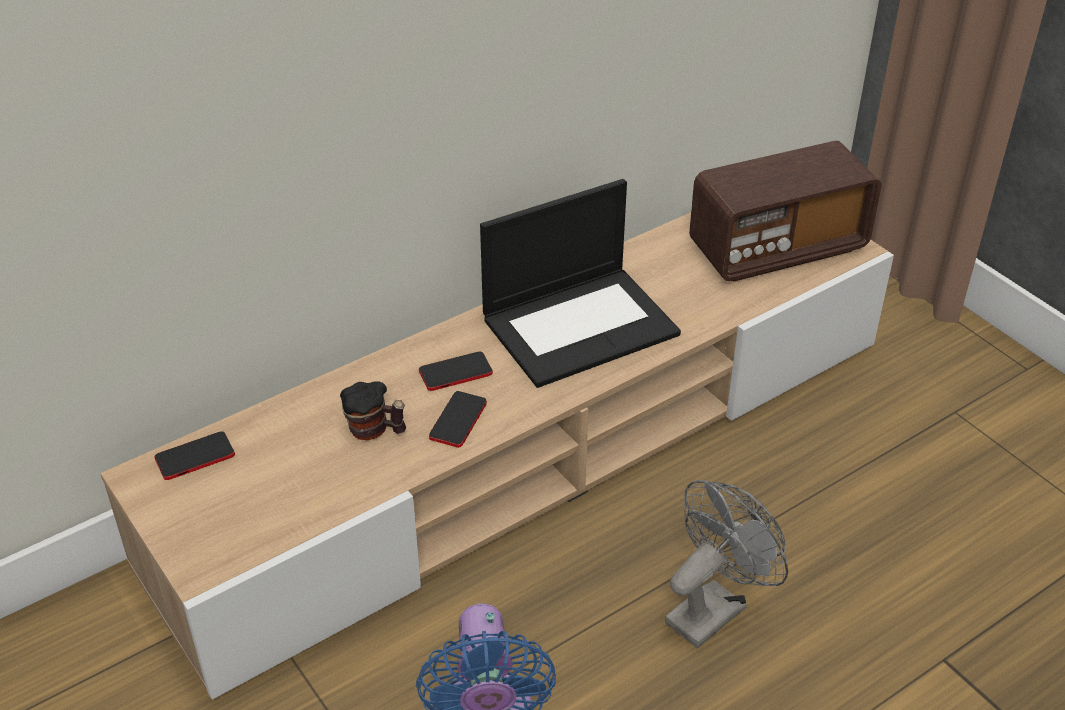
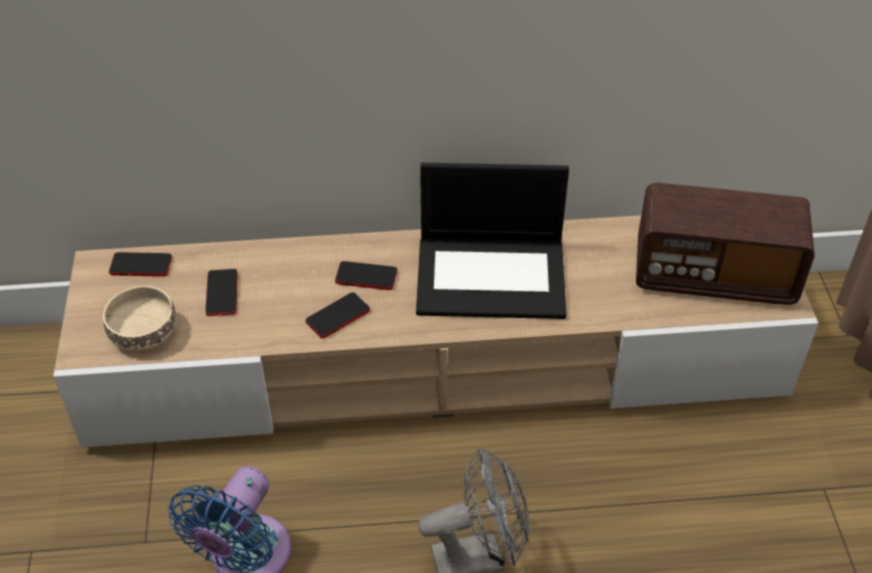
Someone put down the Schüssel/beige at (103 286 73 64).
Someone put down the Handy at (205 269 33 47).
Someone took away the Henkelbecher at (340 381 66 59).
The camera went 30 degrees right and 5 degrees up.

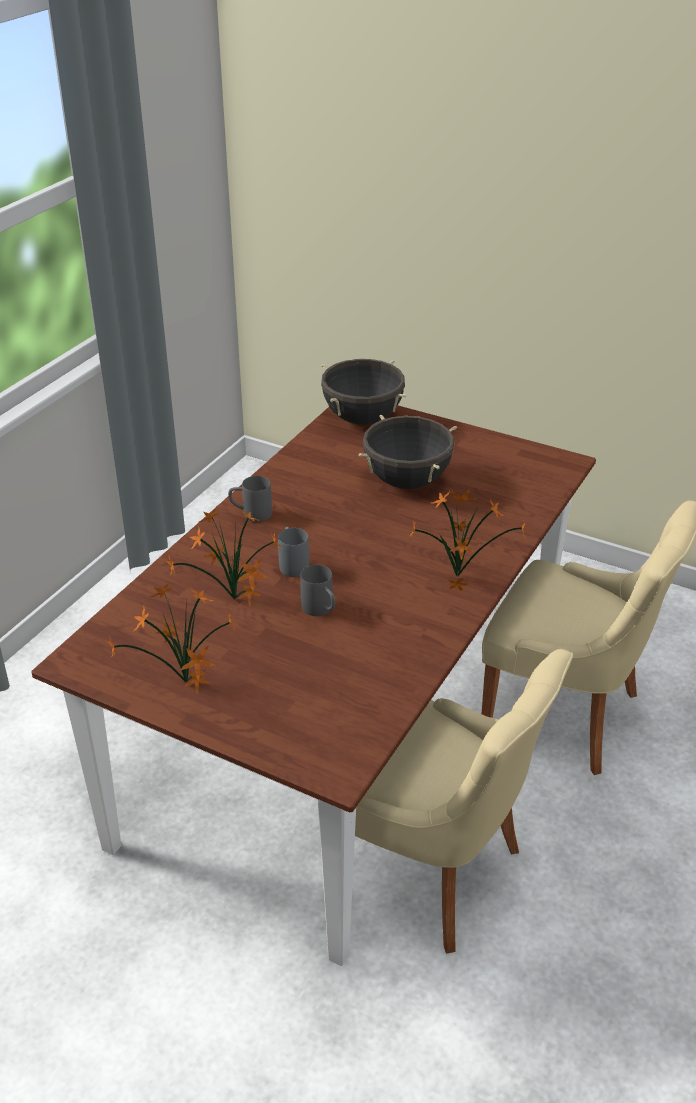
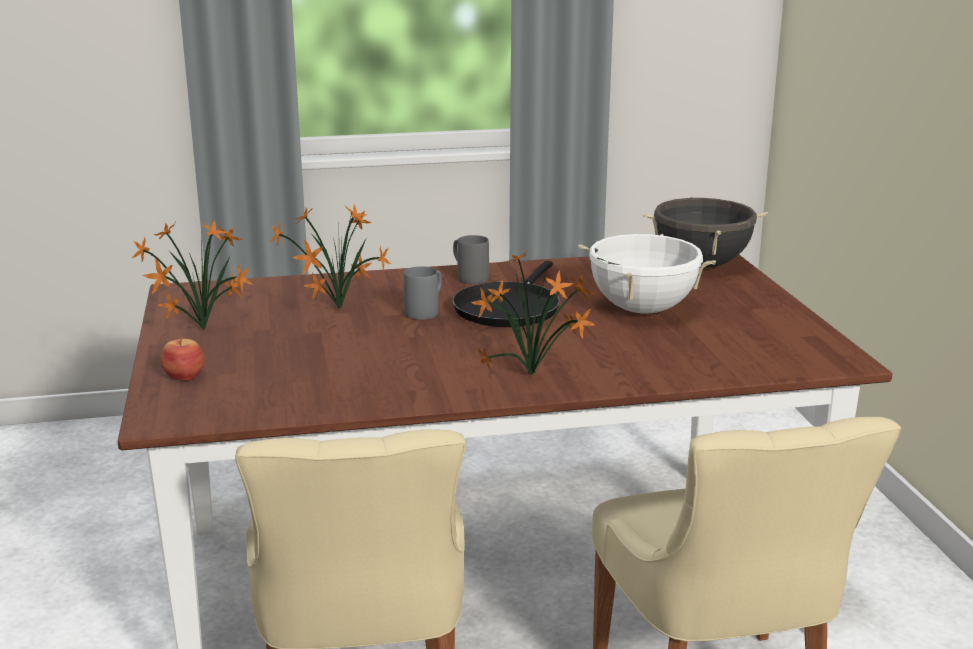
Someone put down the Apfel at (161 338 43 43).
Someone put down the Pfanne/schwarz at (452 261 108 66).
Someone repainted the Kochtopf/schwarz at (358 415 99 74), which became the Kochtopf/weiß at (578 234 138 80).
Someone took away the Henkelbecher/grau at (300 565 35 51).
The camera went 50 degrees right and 15 degrees down.

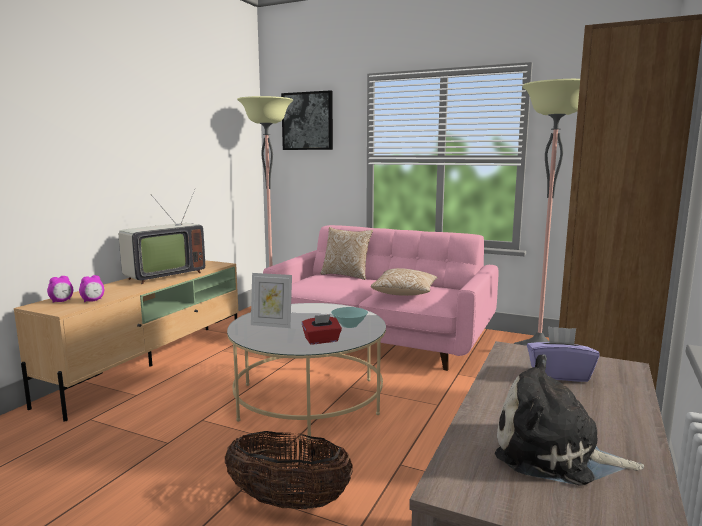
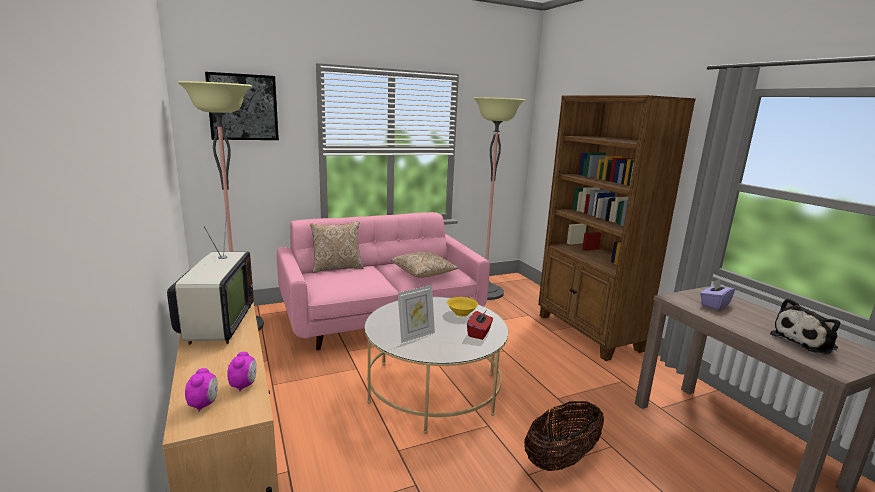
Someone repainted the Schüssel/türkis at (331 307 37 21), which became the Schüssel/gelb at (447 297 31 20).
The camera went 50 degrees left and 5 degrees up.

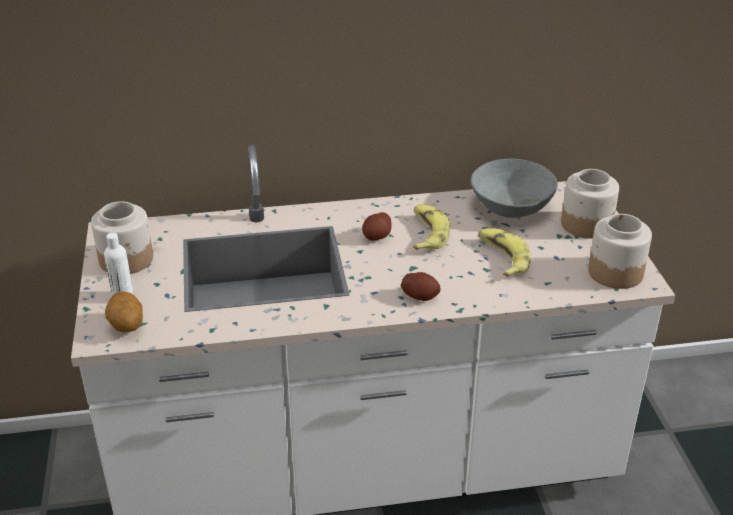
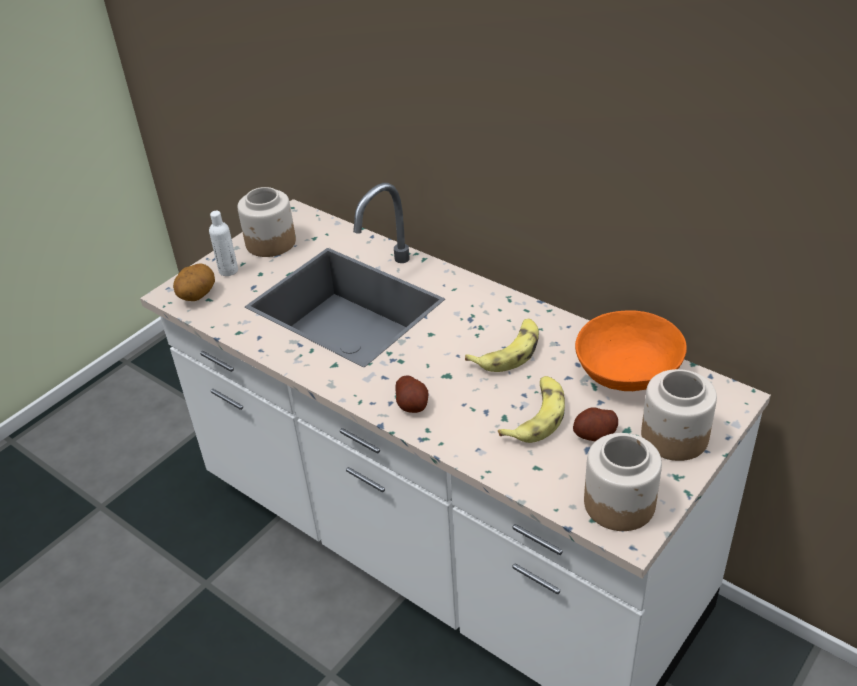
Someone carried the Kartoffel from (362 212 30 29) to (573 407 45 34).
Someone repainted the Schüssel/grau at (471 159 87 59), which became the Schüssel/orange at (575 310 112 81).
The camera went 50 degrees right and 5 degrees up.

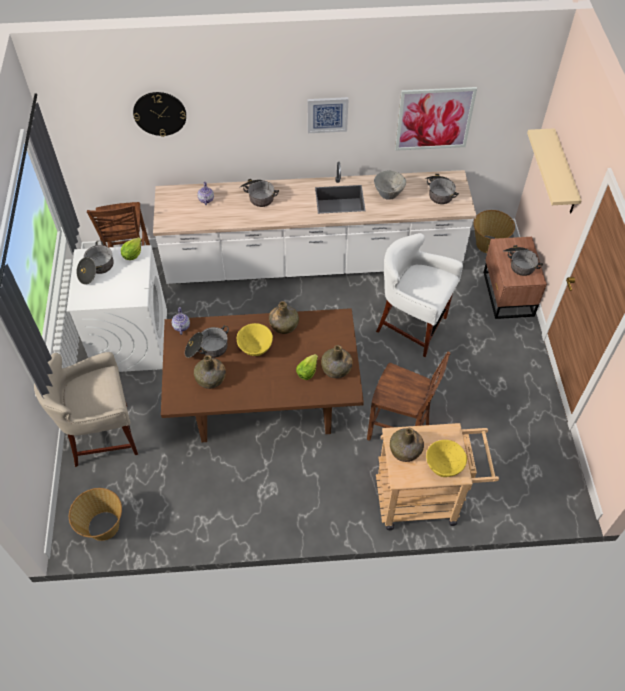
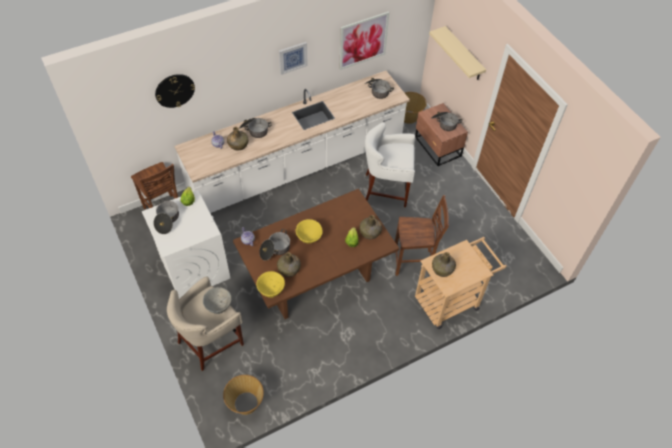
Someone carried the Schüssel/grau from (374 170 32 30) to (203 287 29 27).
Someone carried the Flasche/grün from (269 301 30 33) to (227 127 21 24).
Someone carried the Schüssel/gelb from (426 440 41 37) to (256 271 29 27).
The camera went 25 degrees left and 0 degrees up.

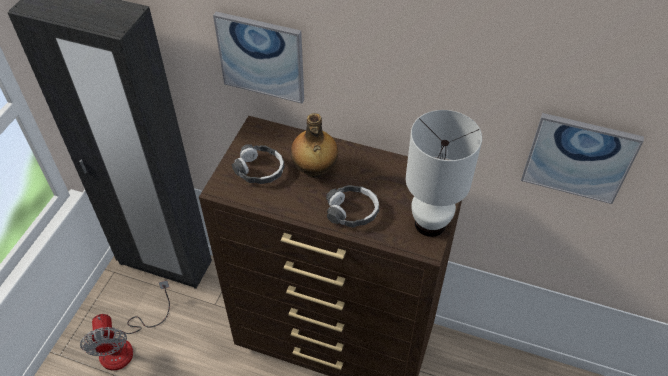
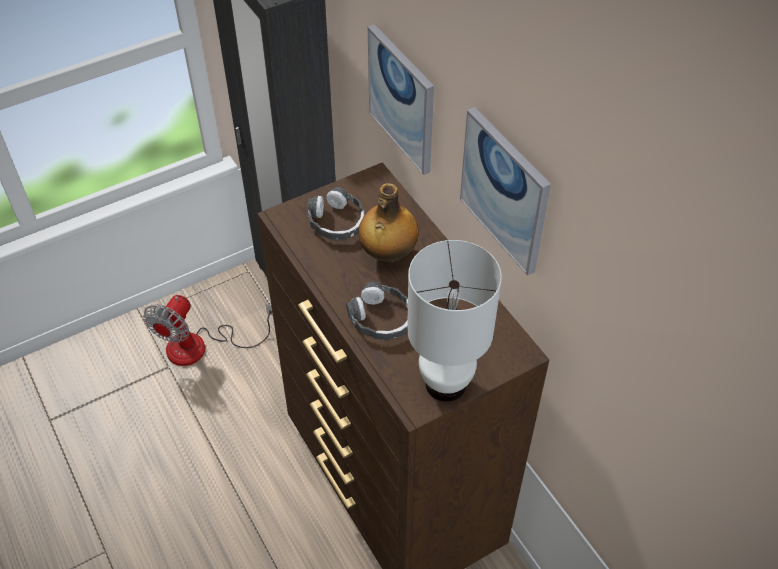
Someone carried the Bild from (521 113 123 91) to (460 107 91 169).
The camera went 40 degrees right and 0 degrees up.

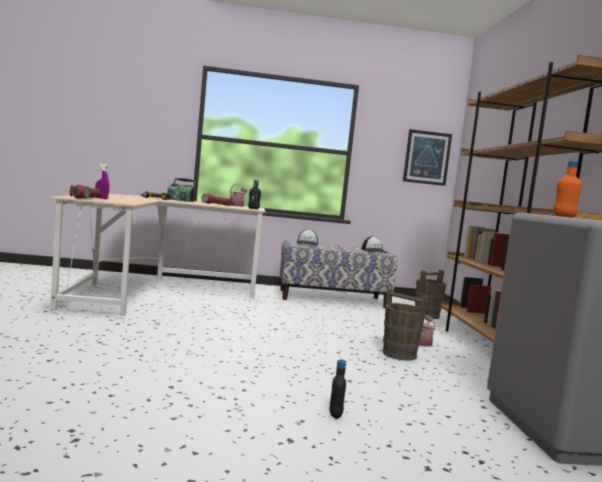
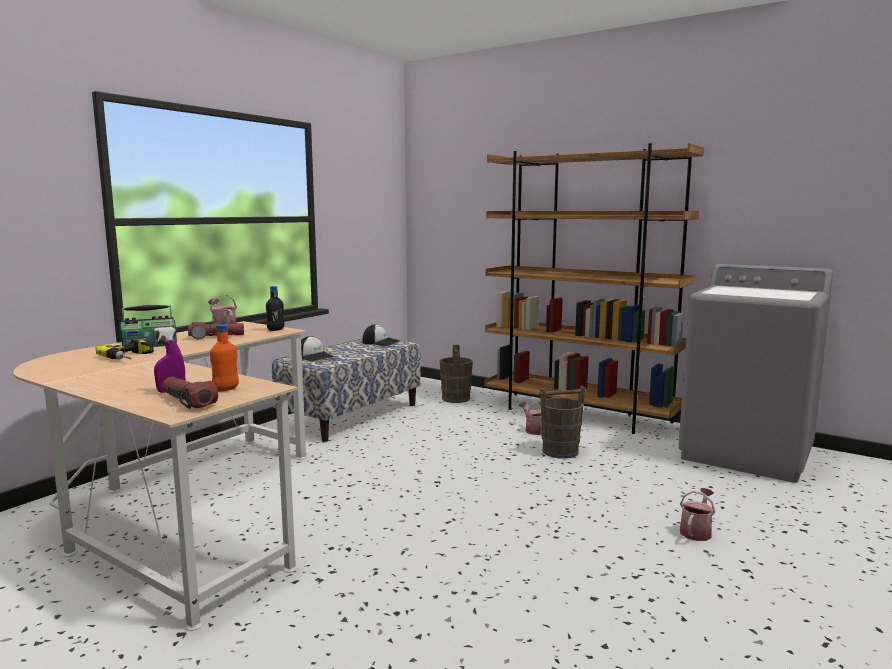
Someone carried the Flasche/orange from (553 161 29 57) to (210 324 29 68).
Someone swapped the Flasche/schwarz at (330 360 16 59) for the Gießkanne at (680 488 35 53).
Someone took away the Bild at (403 129 49 57).
The camera went 50 degrees left and 5 degrees up.

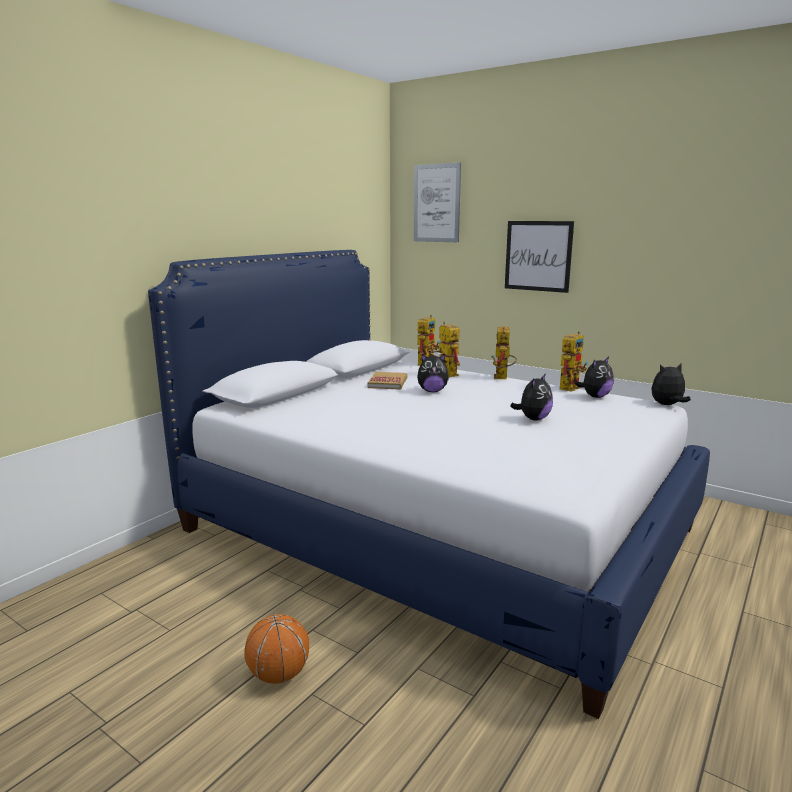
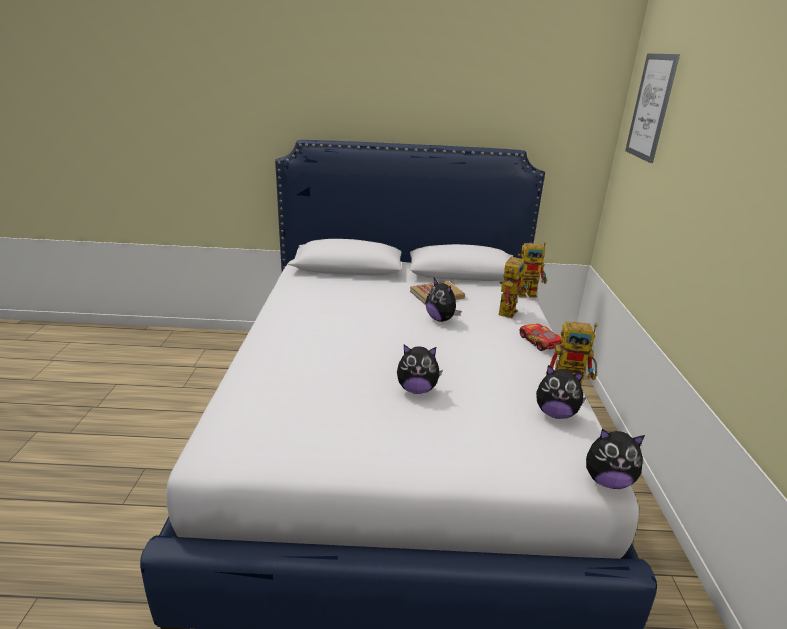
Someone swapped the Spielzeugroboter at (491 327 26 52) for the Spielzeugauto at (520 324 42 27).
Someone rotated the Plüschtier at (651 364 40 41) by 150 degrees clockwise.
Someone took away the Basketball at (244 614 65 70).
Someone took away the Bild at (505 221 69 72).
The camera went 55 degrees right and 10 degrees up.

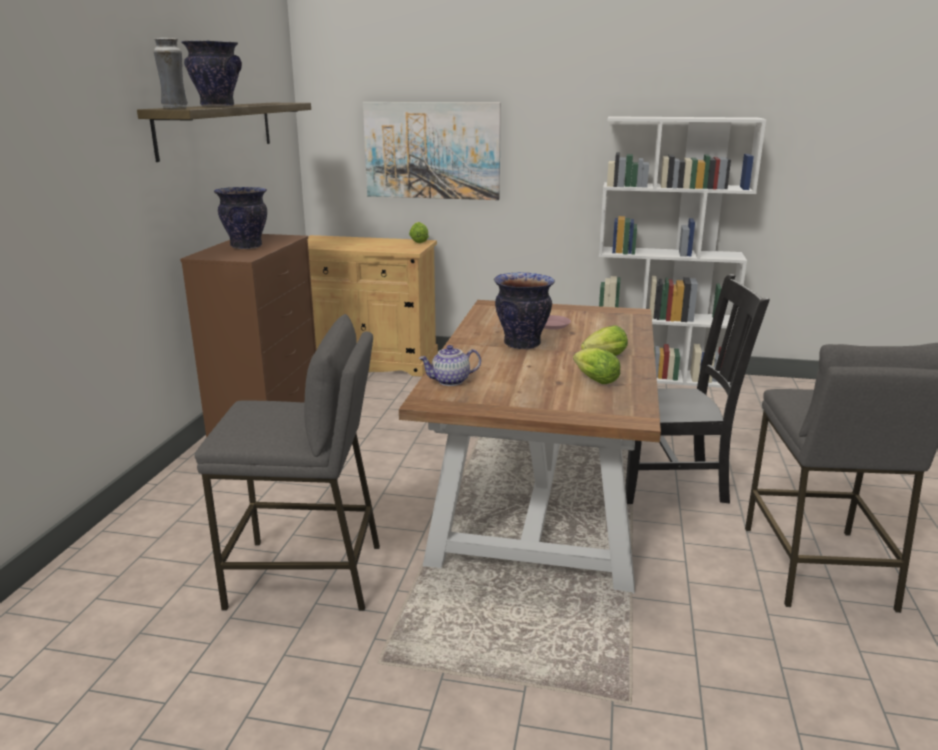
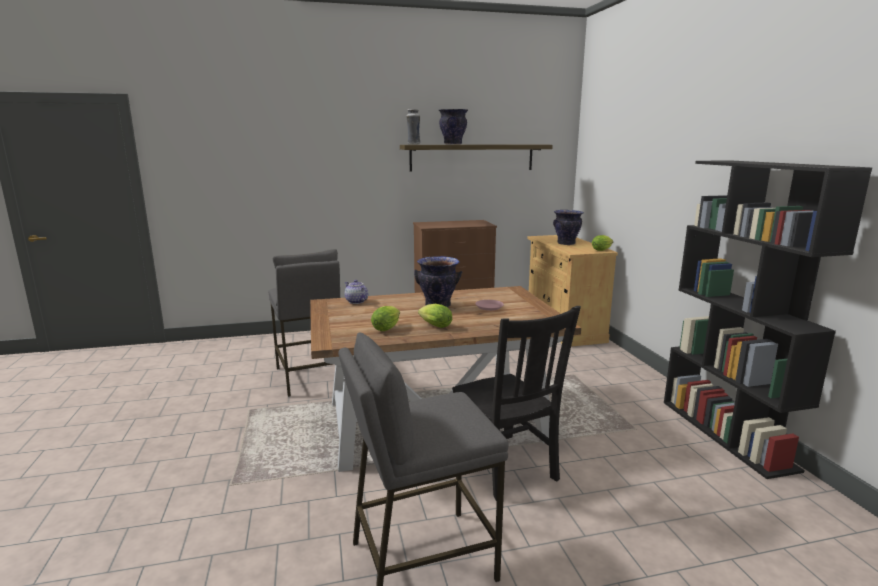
Someone carried the Vase from (214 187 53 62) to (553 210 31 35).
Someone repainted the Bücherregal/weiß at (599 116 167 272), which became the Bücherregal/schwarz at (664 160 208 319).
Someone took away the Bild at (363 102 138 98).
The camera went 65 degrees right and 5 degrees down.

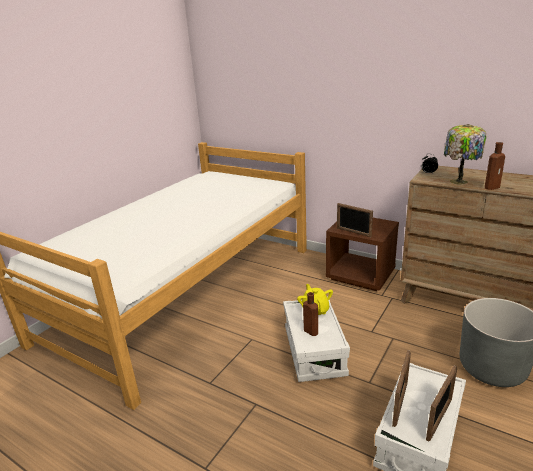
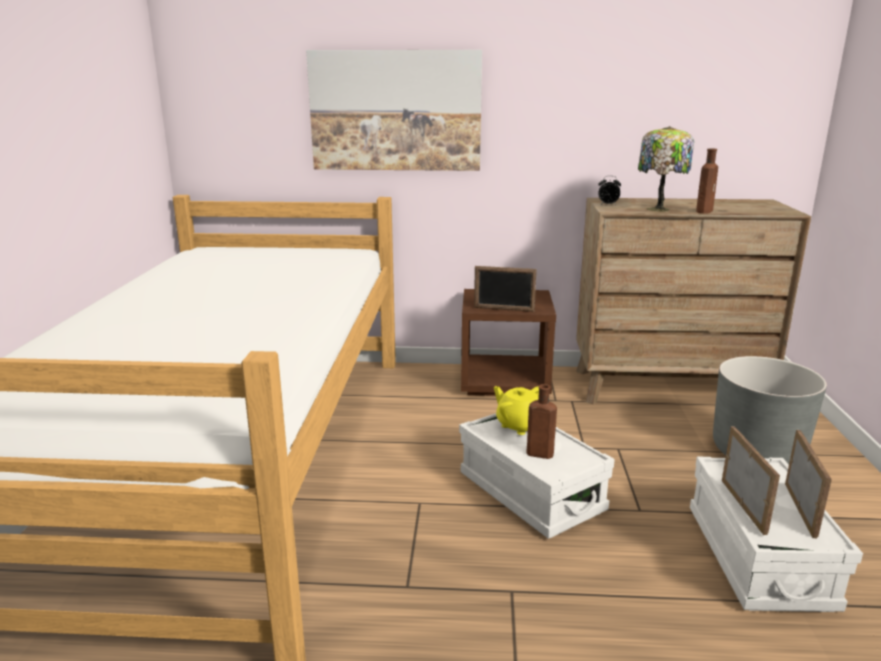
Someone put up the Bild at (306 50 176 121).
The camera went 30 degrees left and 5 degrees down.

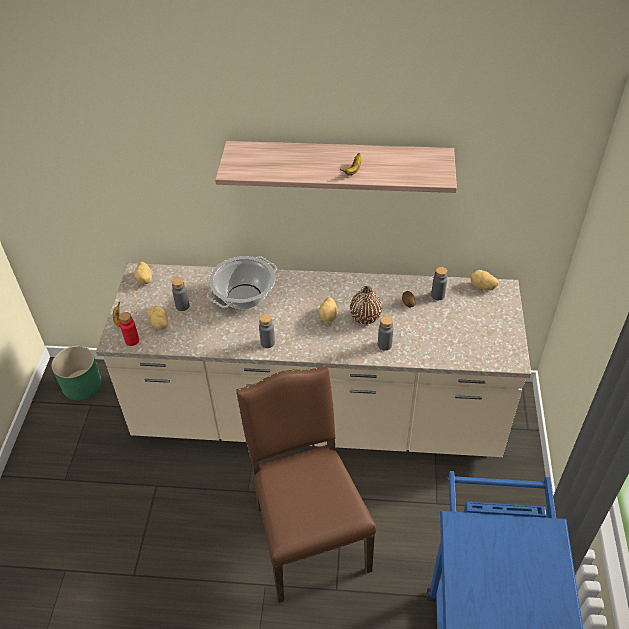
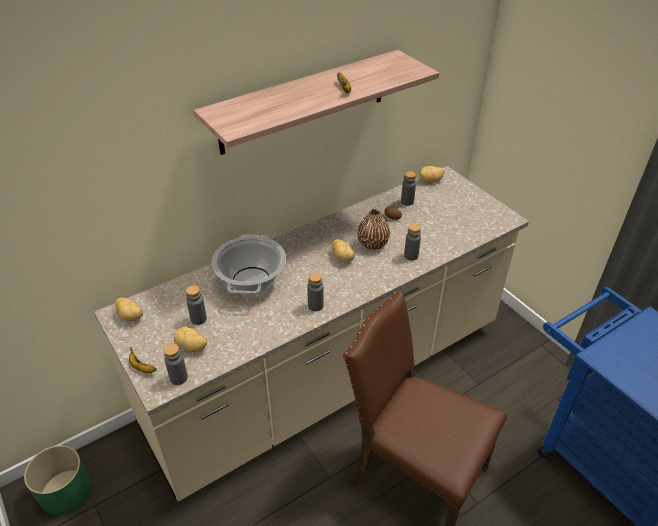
Someone repainted the Flasche/rot at (119 312 20 34), which became the Flasche/grau at (164 343 24 42).
The camera went 40 degrees left and 5 degrees down.

